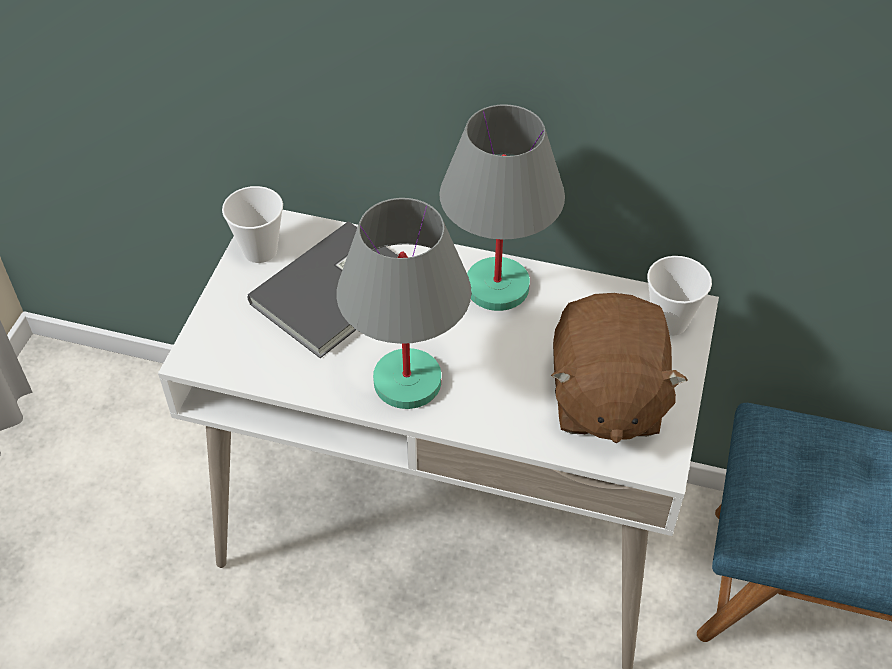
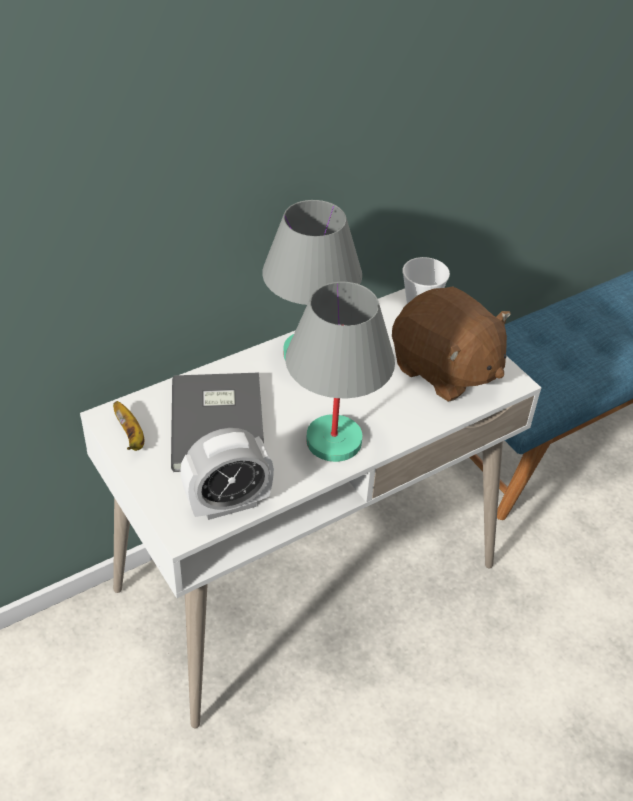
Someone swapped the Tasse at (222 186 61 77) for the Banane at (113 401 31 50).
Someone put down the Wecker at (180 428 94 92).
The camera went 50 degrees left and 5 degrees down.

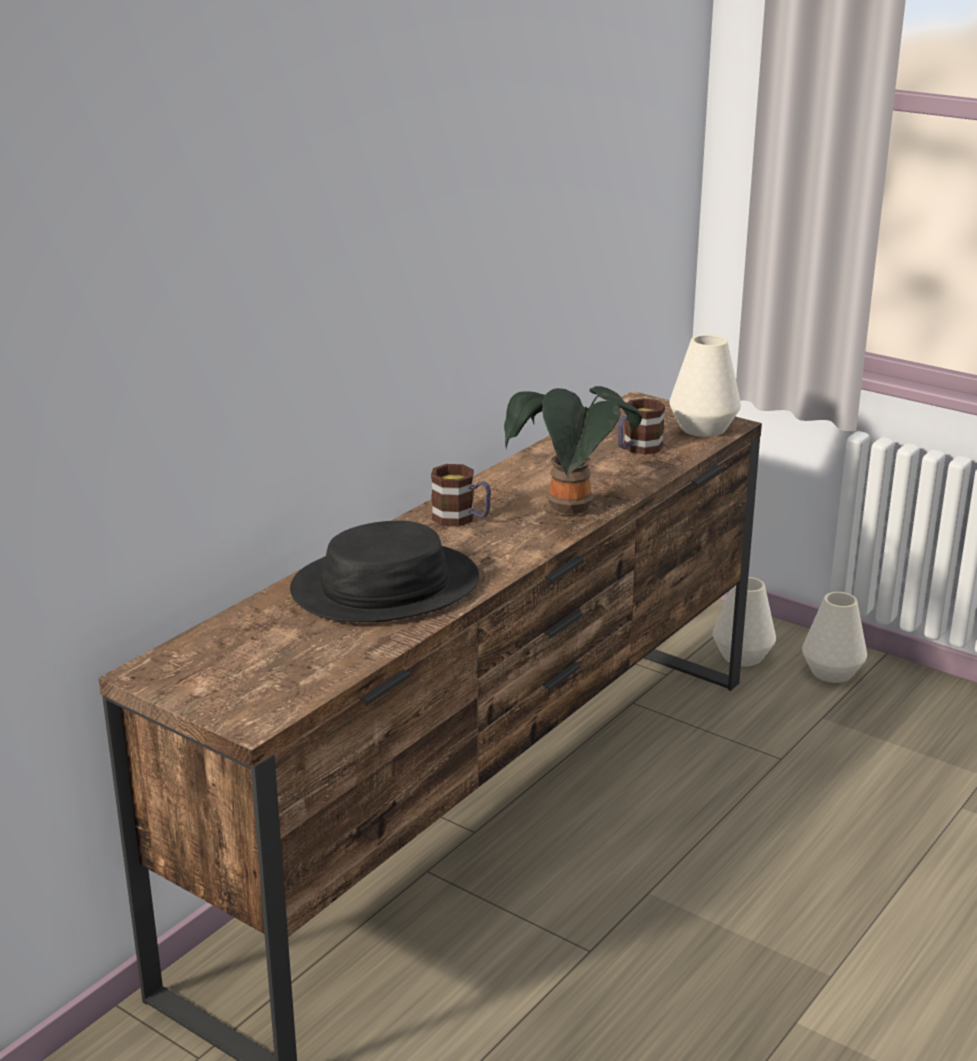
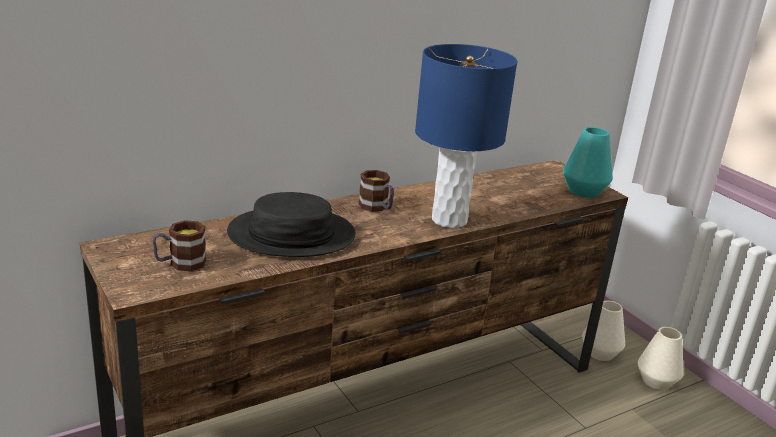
Someone carried the Henkelbecher from (618 398 47 57) to (153 220 53 51).
Someone swapped the Topfpflanze at (504 386 138 129) for the Tischlampe/blau at (415 44 102 184).
Someone repainted the Vase/weiß at (669 334 72 103), which became the Vase/türkis at (563 127 50 71).
The camera went 20 degrees right and 0 degrees up.

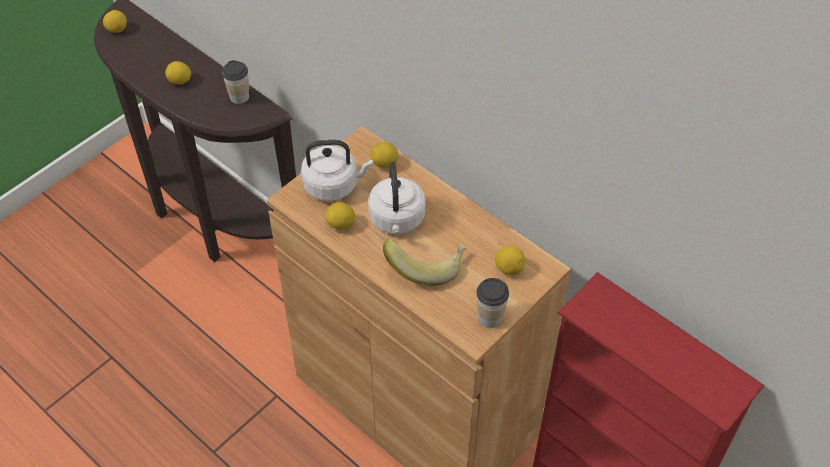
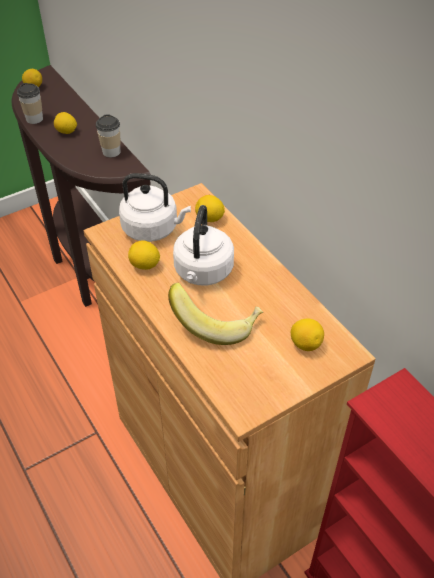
Someone carried the Tasse from (476 278 33 50) to (17 83 26 41).
The camera went 15 degrees right and 5 degrees down.

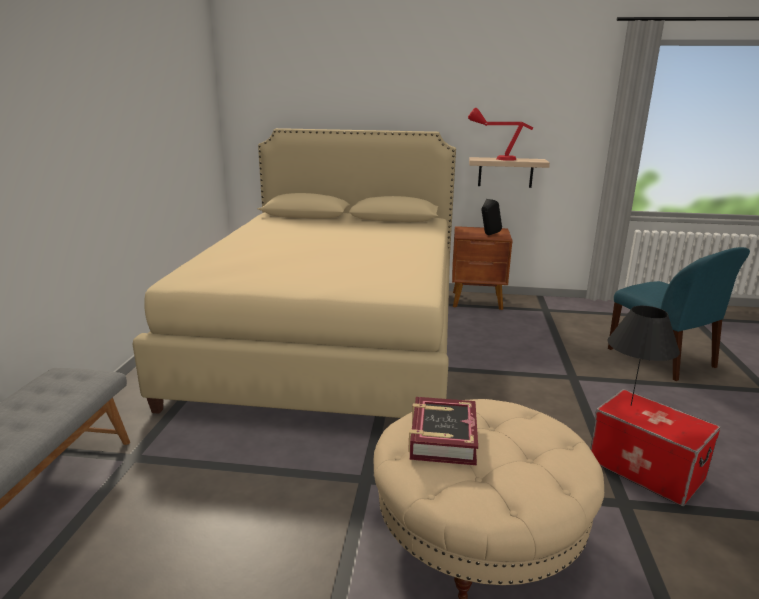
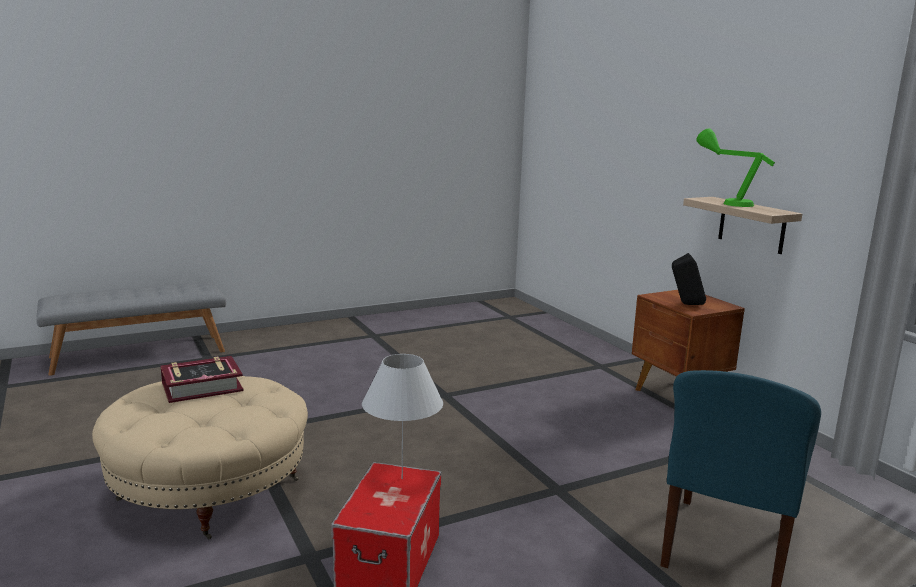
Someone repainted the Tischlampe/schwarz at (608 306 72 100), which became the Tischlampe/weiß at (362 354 81 125).
Someone repainted the Tischlampe/rot at (468 107 66 54), which became the Tischlampe/grün at (696 128 79 79).
Someone took away the Bett/beige at (133 128 323 290).
The camera went 55 degrees right and 5 degrees down.

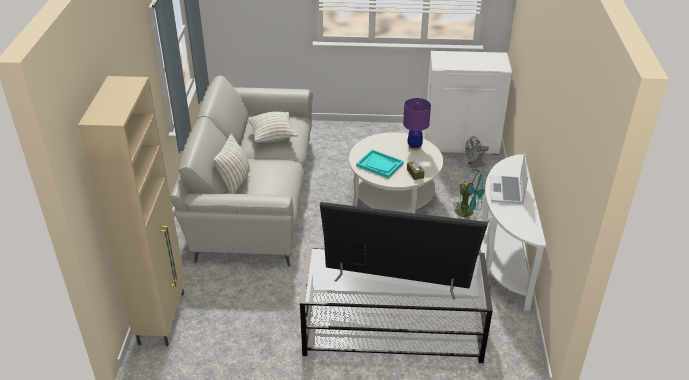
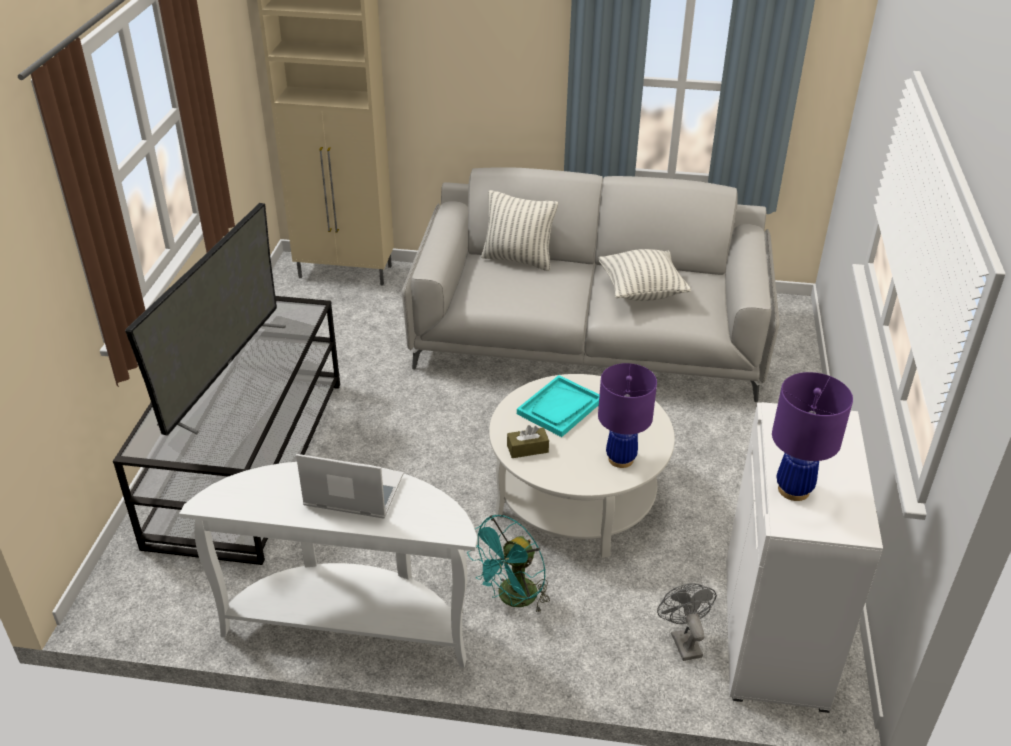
Someone put down the Tischlampe/lila at (772 372 81 129).
The camera went 95 degrees right and 0 degrees up.

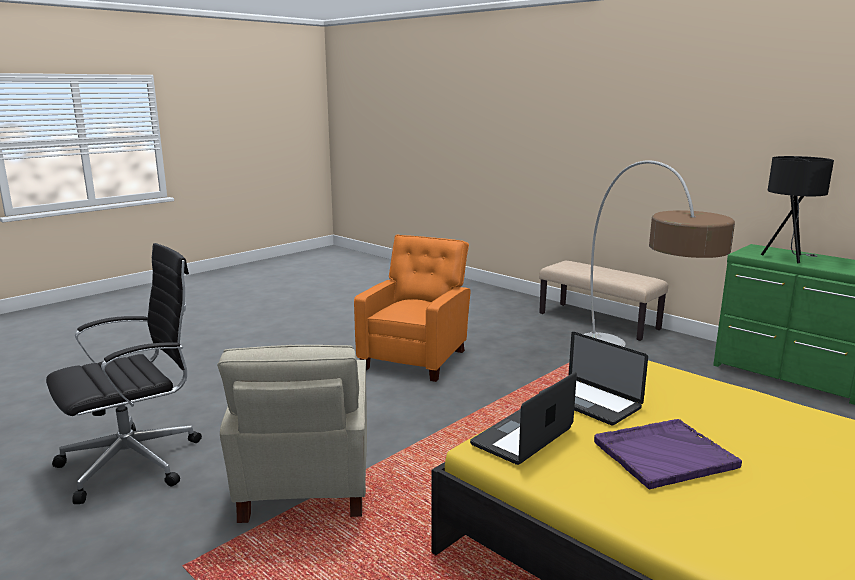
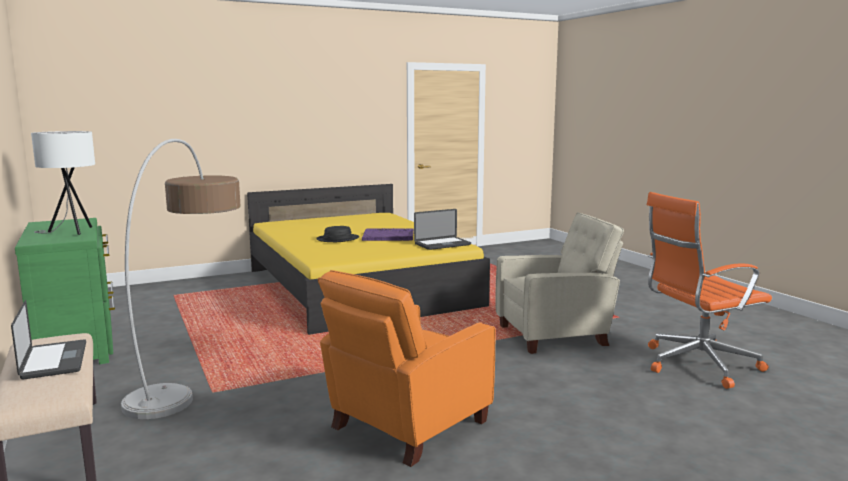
Someone carried the Laptop from (539 332 109 93) to (11 300 75 80).
Someone repainted the Tischlampe/schwarz at (761 156 73 107), which became the Tischlampe/weiß at (31 131 64 104).
Someone put down the Hut/schwarz at (316 226 43 16).
Someone rotated the Sessel/beige at (217 345 150 178) by 60 degrees clockwise.
Someone repainted the Bürostuhl/schwarz at (46 243 156 261), which became the Bürostuhl/orange at (647 192 125 197).
The camera went 160 degrees left and 5 degrees down.

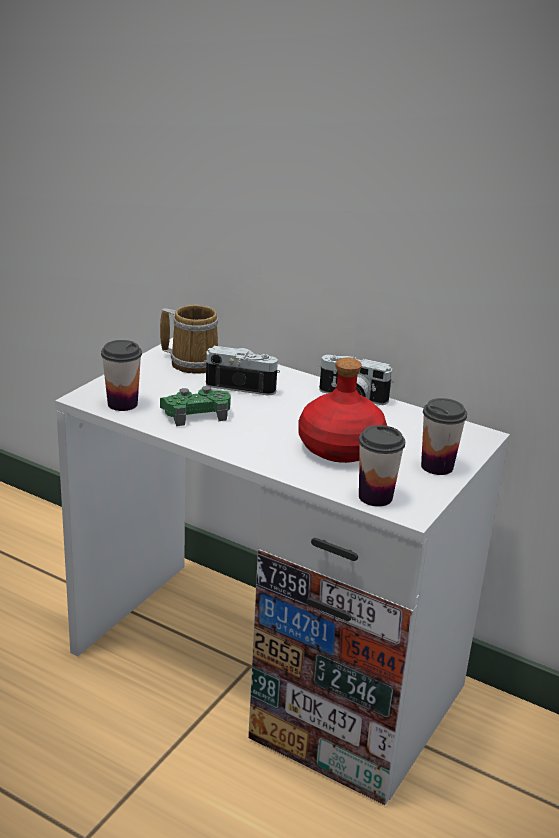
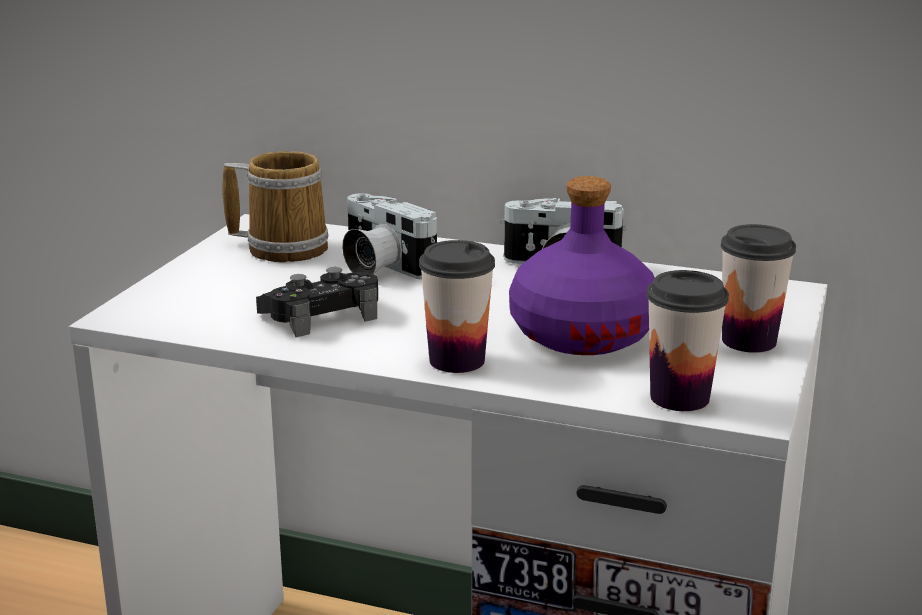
Someone repainted the Gamepad/grün at (160 386 71 40), which became the Gamepad/schwarz at (256 267 122 70).
Someone rotated the Kamera at (204 346 76 49) by 135 degrees counterclockwise.
Someone carried the Tasse from (101 340 41 71) to (419 240 76 133).
Someone repainted the Flasche/rot at (298 358 89 105), which became the Flasche/lila at (509 176 146 179).
The camera went 10 degrees left and 5 degrees down.

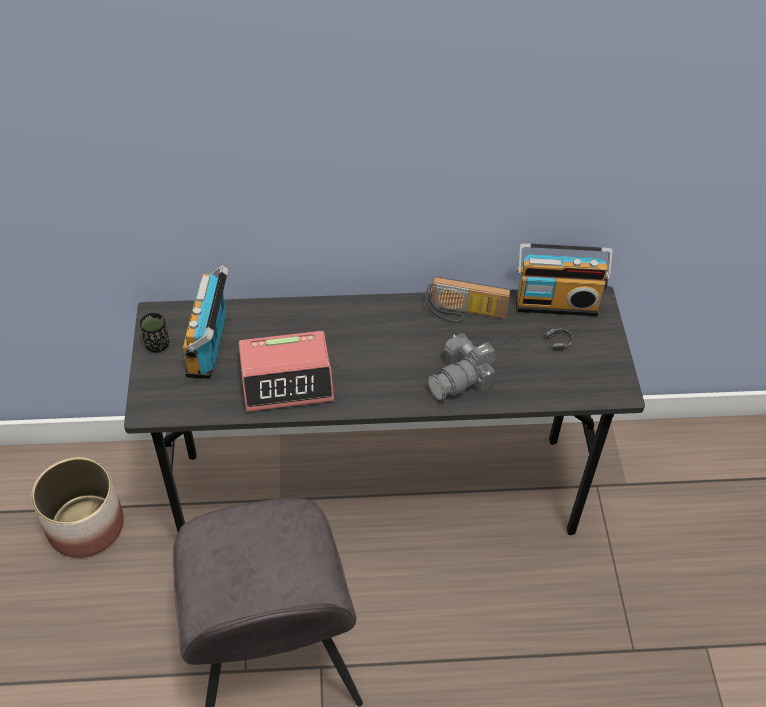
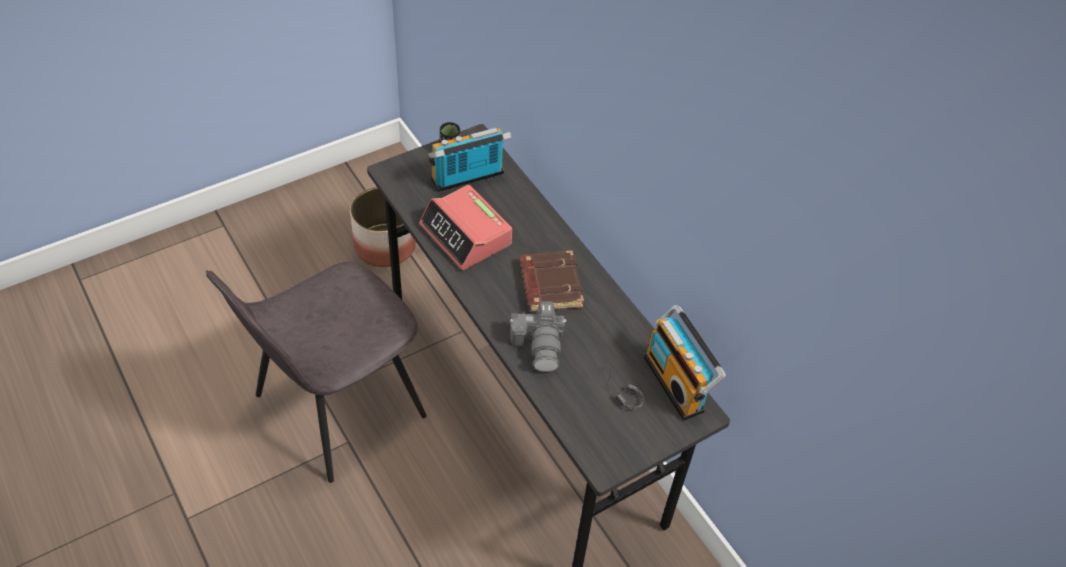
Someone rotated the Kamera at (428 333 68 68) by 120 degrees counterclockwise.
Someone put down the Buch/braun at (520 251 64 61).
Someone took away the Radio at (425 277 86 46).
The camera went 60 degrees right and 0 degrees up.

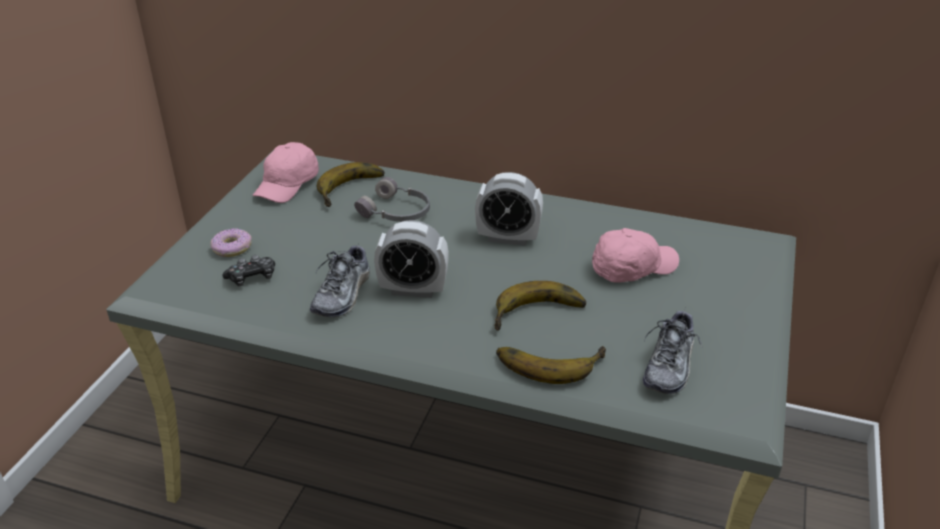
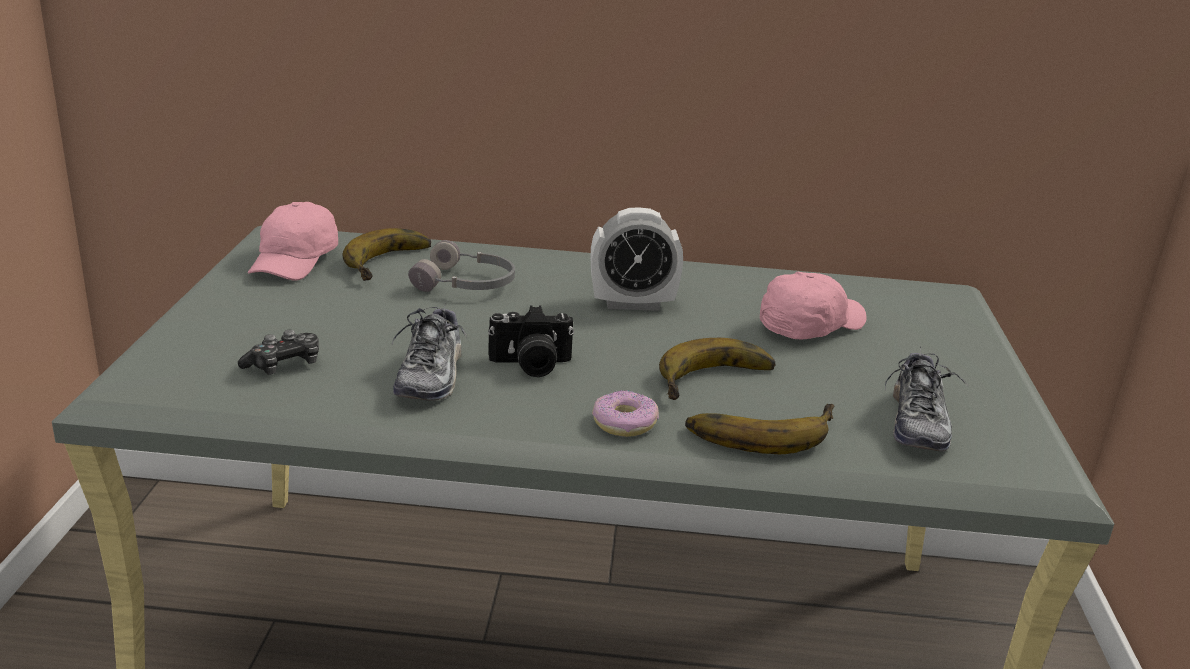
Someone swapped the Wecker at (374 220 75 78) for the Kamera at (488 306 86 71).
Someone carried the Donut from (210 228 42 29) to (592 390 67 47).
The camera went 15 degrees left and 10 degrees down.

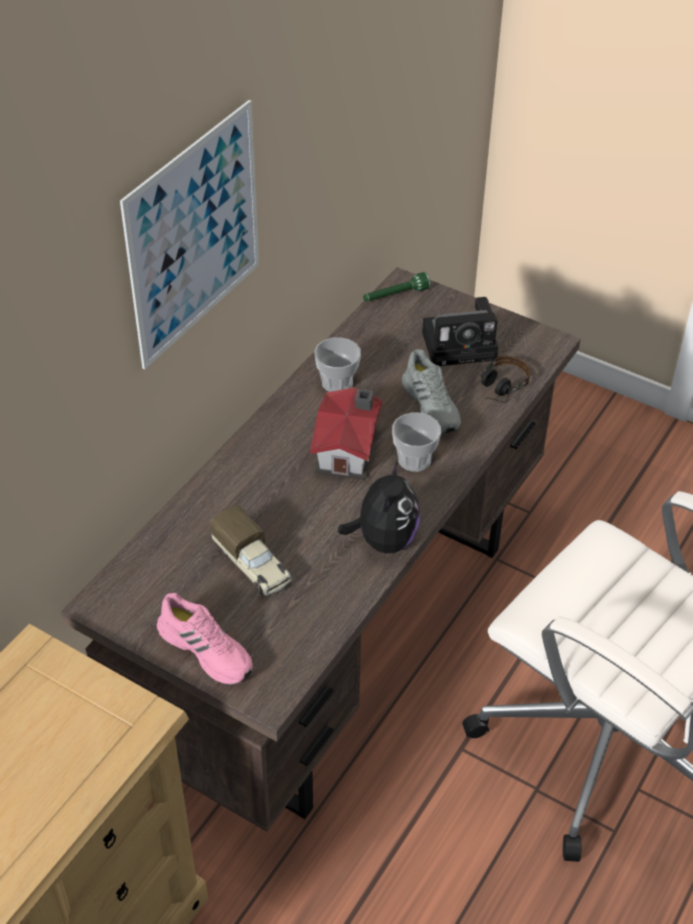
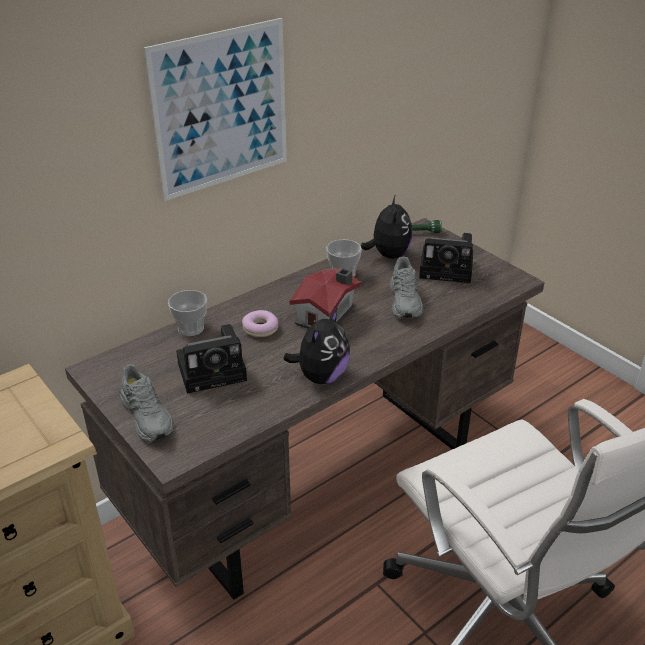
Someone repainted the Schuh/rosa at (157 593 96 92), which became the Schuh/grau at (120 364 54 78).
Someone carried the Tasse from (392 412 49 60) to (168 290 39 46).
Someone swapped the Spielzeuglaster at (210 505 82 90) for the Kamera at (176 324 71 70).
Someone put down the Donut at (242 310 36 27).
Someone put down the Plüschtier at (361 194 52 65).
Someone took away the Kopfhörer at (481 356 49 47).
The camera went 20 degrees right and 10 degrees down.

